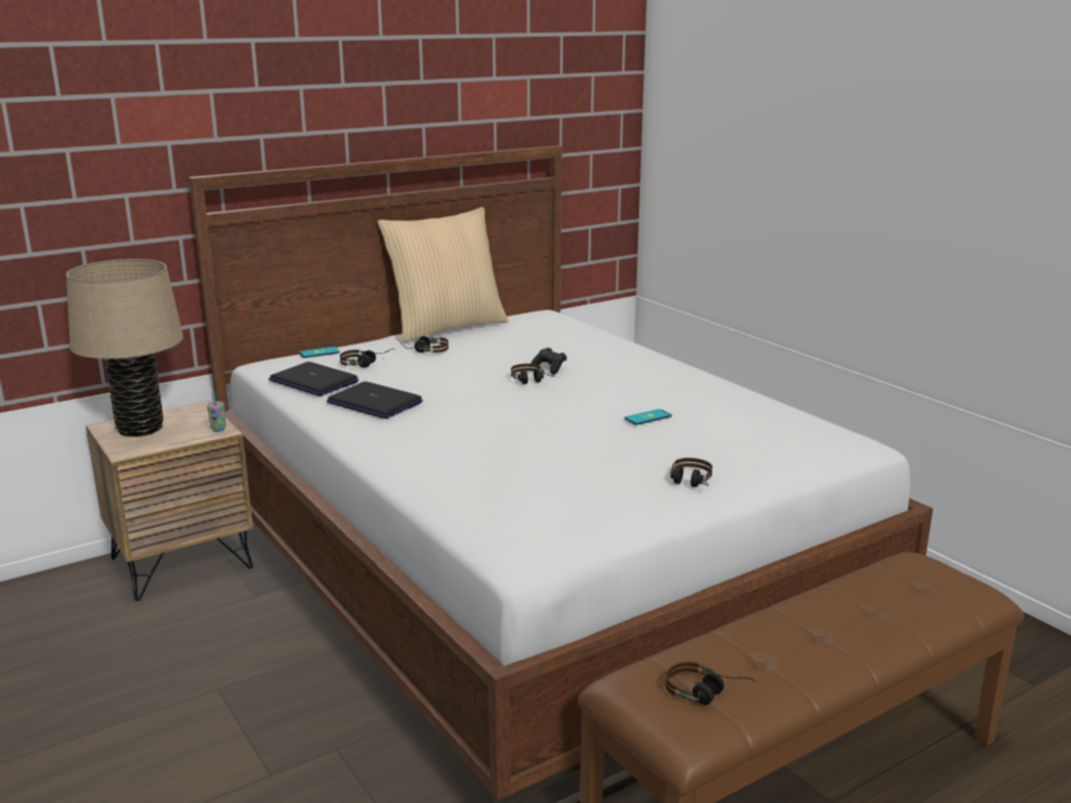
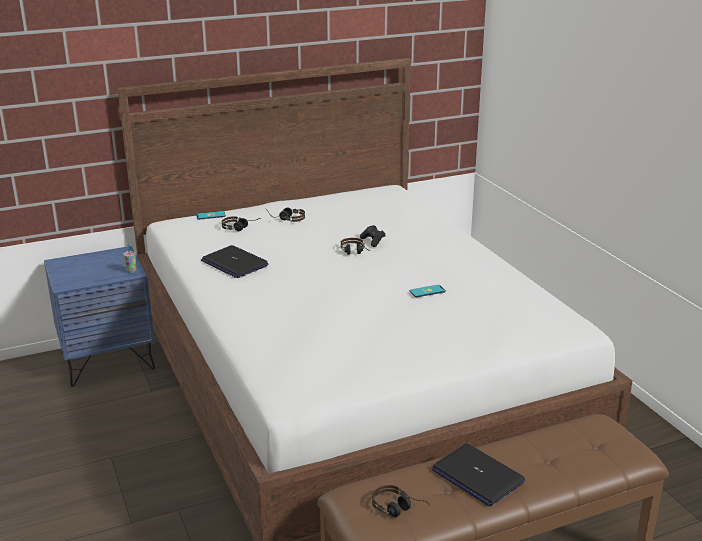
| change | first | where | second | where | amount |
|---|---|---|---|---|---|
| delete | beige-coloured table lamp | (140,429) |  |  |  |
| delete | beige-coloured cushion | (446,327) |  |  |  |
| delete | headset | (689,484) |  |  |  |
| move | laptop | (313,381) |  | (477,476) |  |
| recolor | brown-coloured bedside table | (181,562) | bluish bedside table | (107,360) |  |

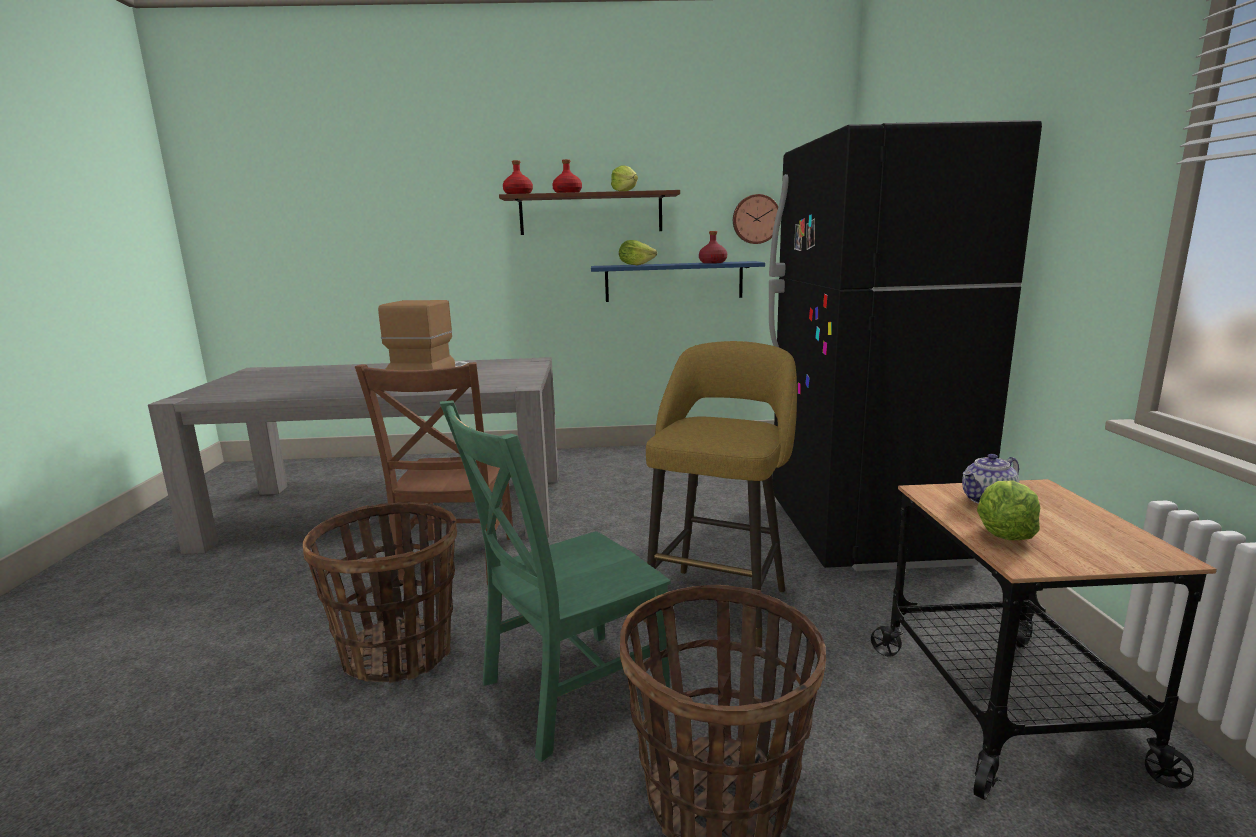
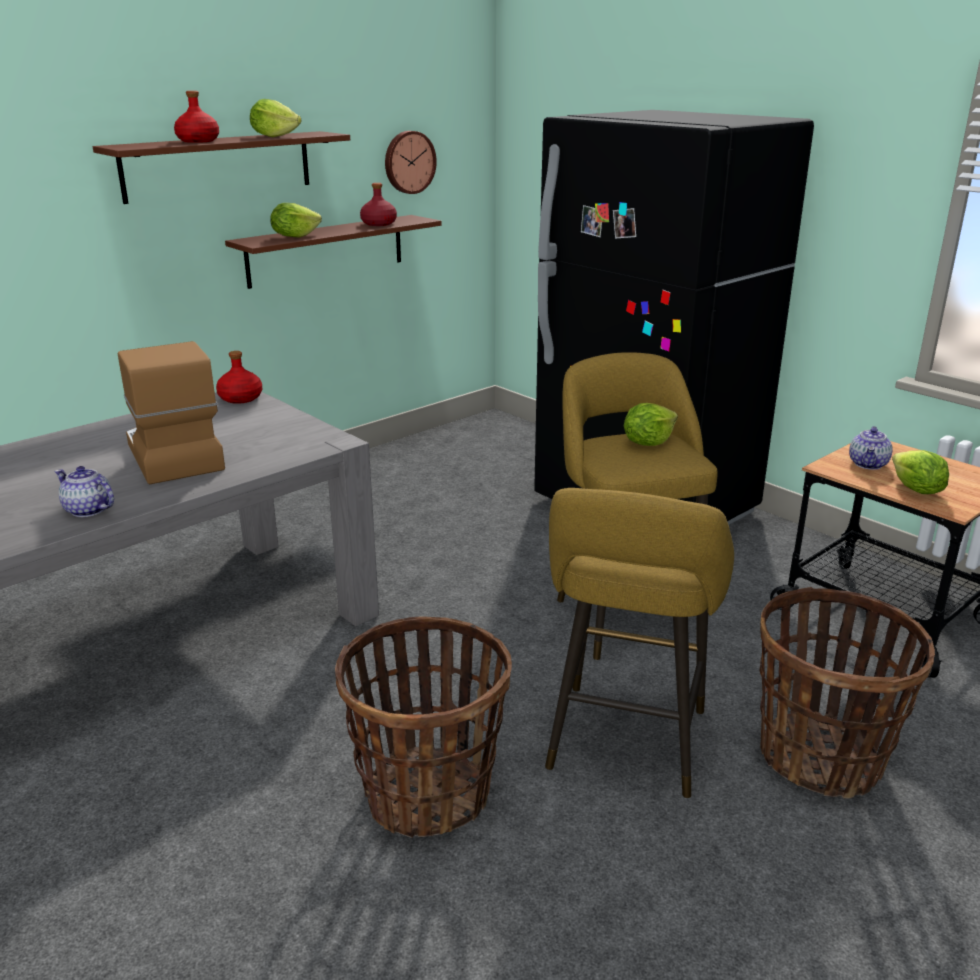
| change | first | where | second | where | amount |
|---|---|---|---|---|---|
| delete | brown-coloured plain chair | (456,562) |  |  |  |
| insert |  |  | tea pot | (87,510) |  |
| insert |  |  | head of lettuce | (648,442) |  |
| move | reddish beverage bottle | (518,194) |  | (240,398) |  |
| replace | greenish plain chair | (566,692) | yellowish stool seat | (625,745) |  |
| recolor | bluish bracket shelf | (674,281) | brown-coloured bracket shelf | (326,250) |  |

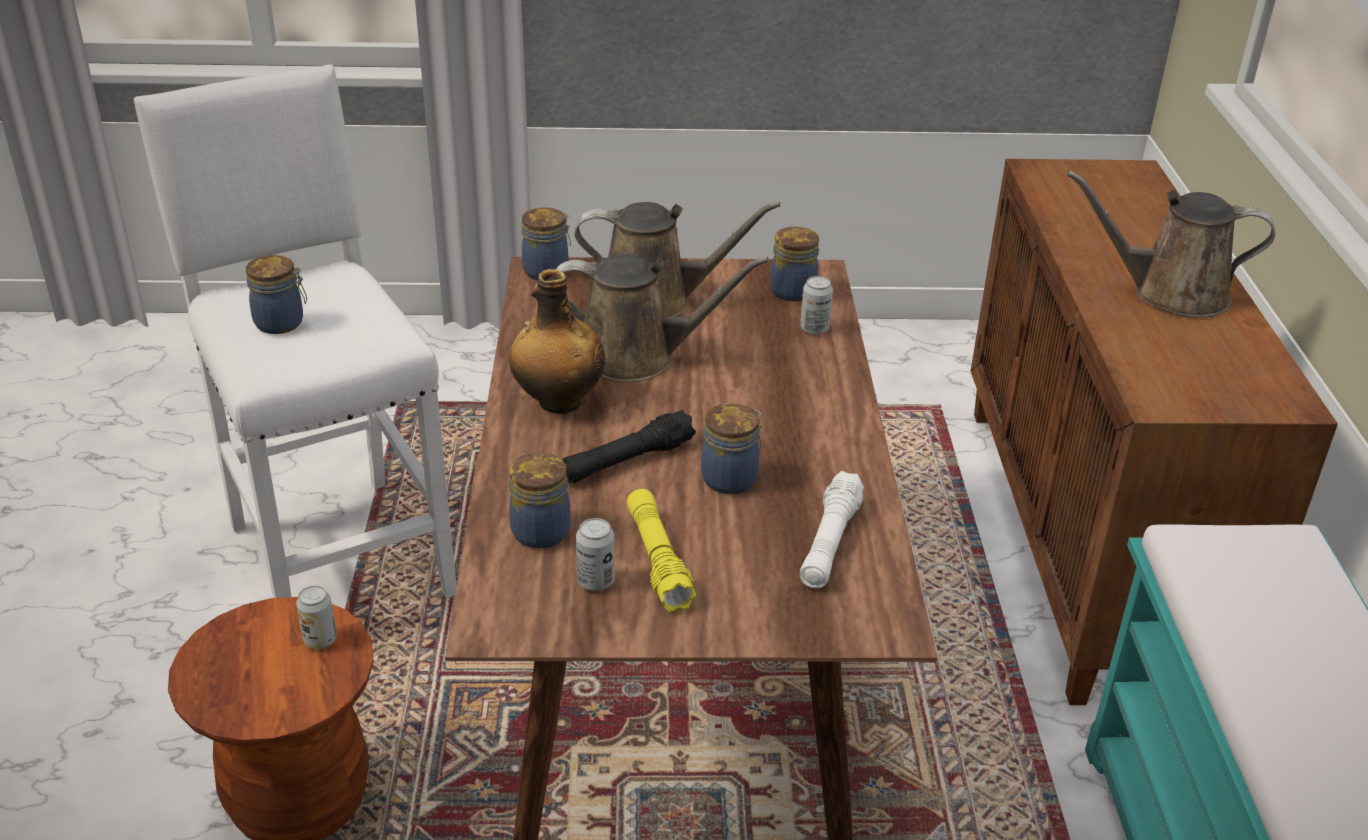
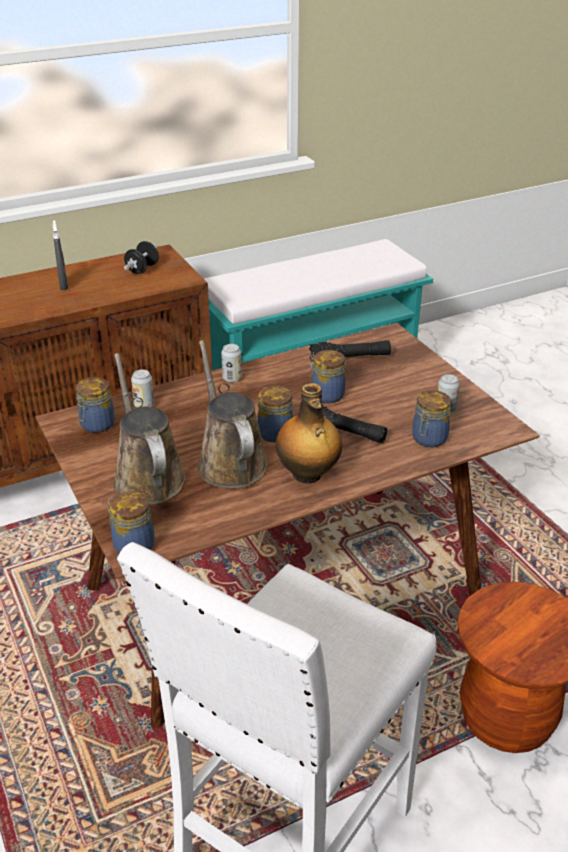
| change | first | where | second | where | amount |
|---|---|---|---|---|---|
| delete | yellowish torch | (658,560) |  |  |  |
| insert |  |  | black-coloured dumbbell | (142,269) |  |
| move | jar | (281,323) |  | (274,433) |  |
| move | can | (320,640) |  | (232,378) |  |
| replace | brown-coloured sprinkling can | (1169,294) | greyish spray bottle | (63,285) |  |
| recolor | whitish torch | (829,543) | black-coloured torch | (350,358) |  |

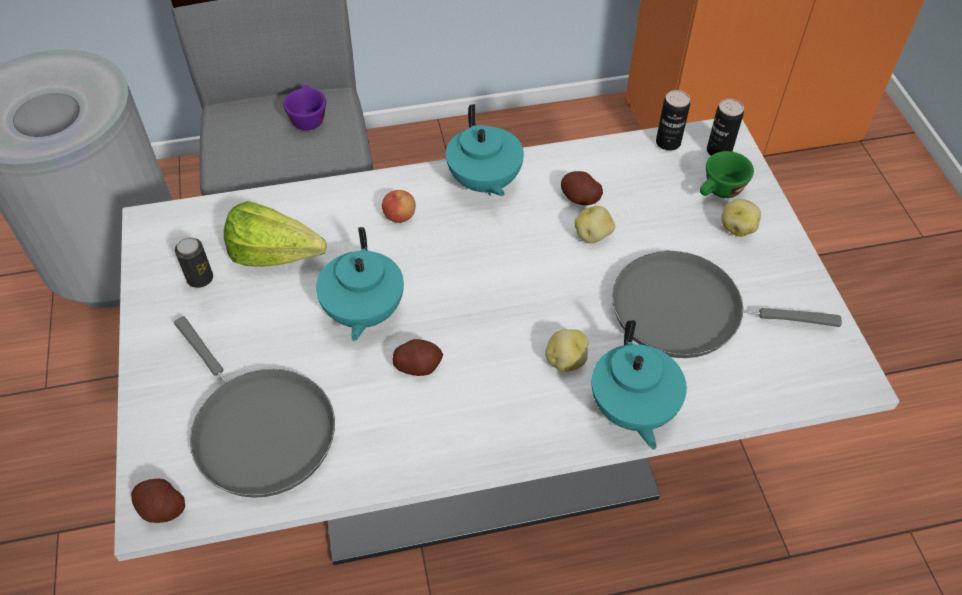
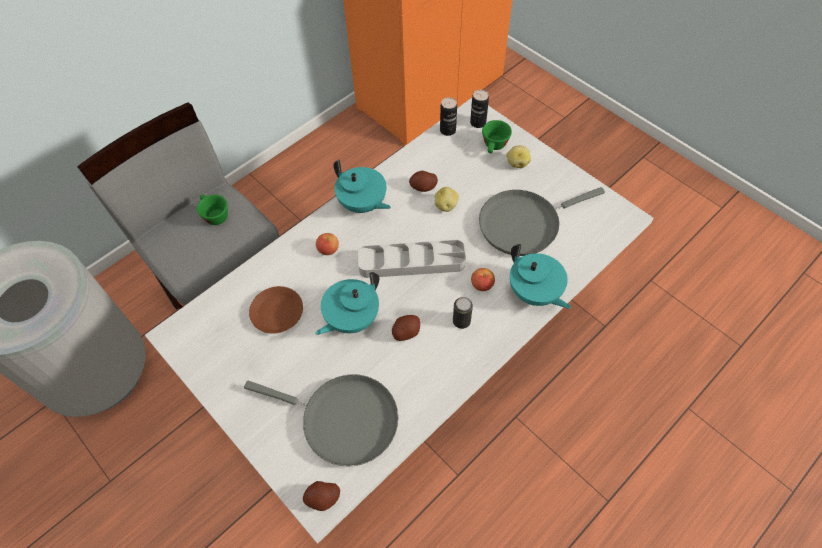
| change | first | where | second | where | amount |
|---|---|---|---|---|---|
| insert |  |  | greyish tray | (411,262) |  |
| move | can | (200,278) |  | (461,321) |  |
| replace | head of lettuce | (282,259) | brown-coloured flat dish | (277,312) |  |
| replace | whole potato | (565,360) | apple fruit | (482,285) |  |
| recolor | purplish drinking cup | (307,117) | greenish drinking cup | (214,215) |  |
| rotate | turquoise-coloured tea pot | (363,312) |  | (351,318) | 75 degrees clockwise |

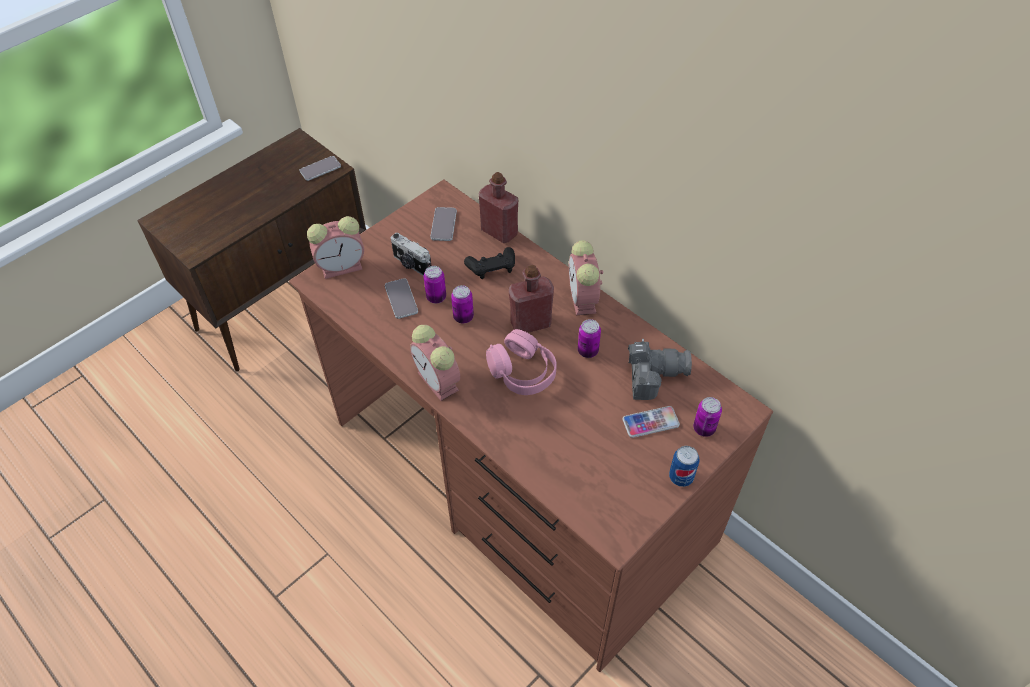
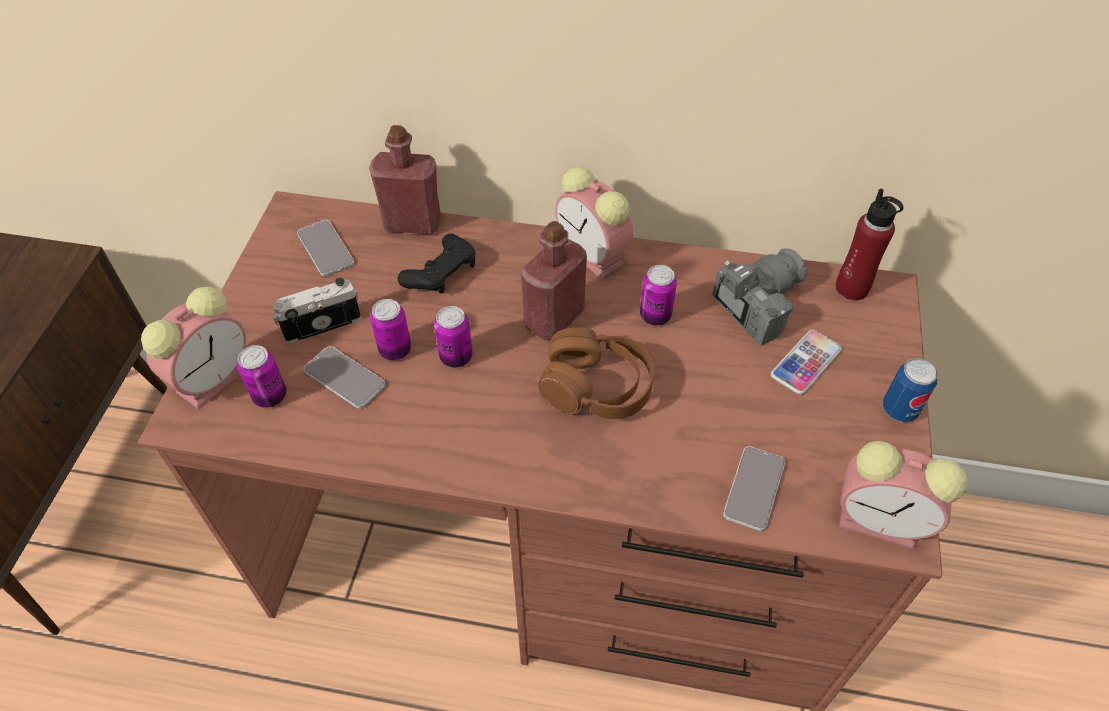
| change | first | where | second | where | amount |
|---|---|---|---|---|---|
| insert |  |  | reddish beverage bottle | (852,288) |  |
| move | handset | (320,169) |  | (754,488) |  |
| move | bedside clock | (439,382) |  | (882,521) |  |
| move | can | (704,428) |  | (270,396) |  |
| recolor | pinkish headset | (522,371) | brown-coloured headset | (597,387) |  |
| rotate | photo camera | (411,265) |  | (321,323) | 150 degrees clockwise |

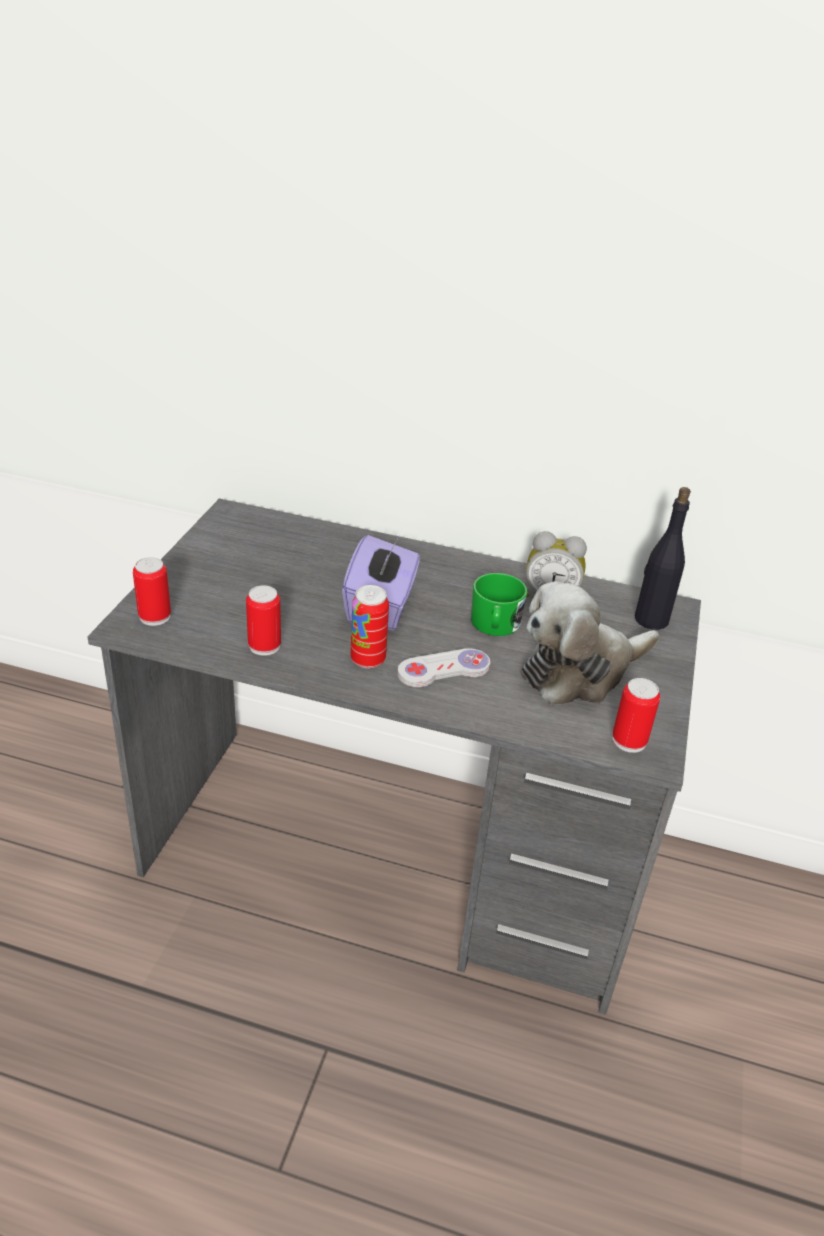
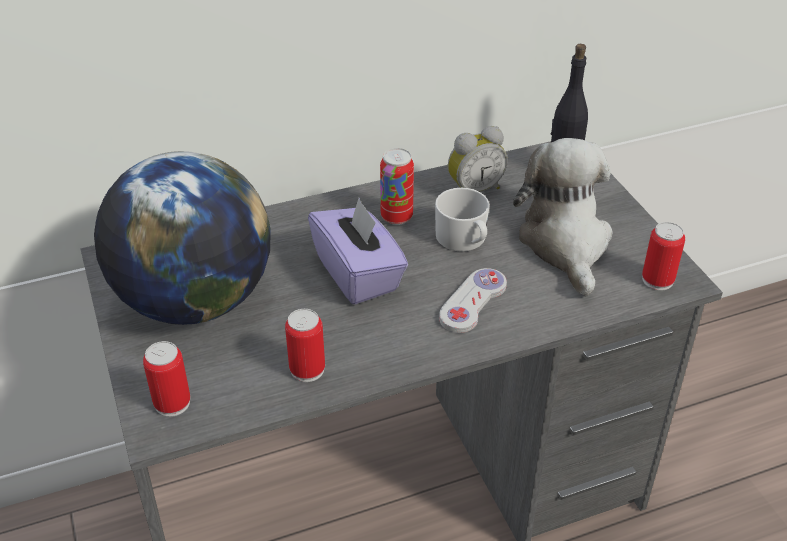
| change | first | where | second | where | amount |
|---|---|---|---|---|---|
| insert |  |  | world globe | (194,301) |  |
| move | can | (368,660) |  | (396,217) |  |
| recolor | greenish mug | (495,625) | whitish mug | (464,240) |  |
| rotate | soft toy | (579,671) |  | (565,243) | 150 degrees clockwise |

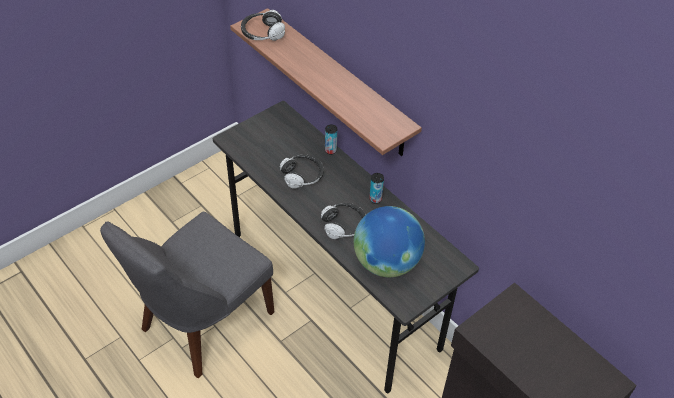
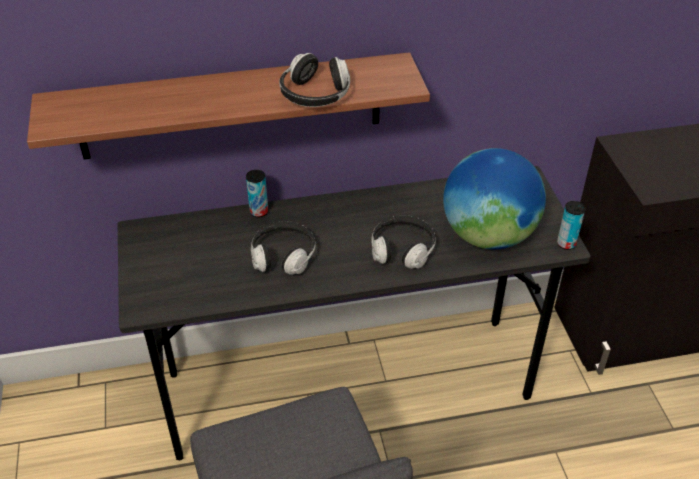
| change | first | where | second | where | amount |
|---|---|---|---|---|---|
| move | headset | (262,33) |  | (315,95) |  |
| move | can | (375,199) |  | (566,244) |  |

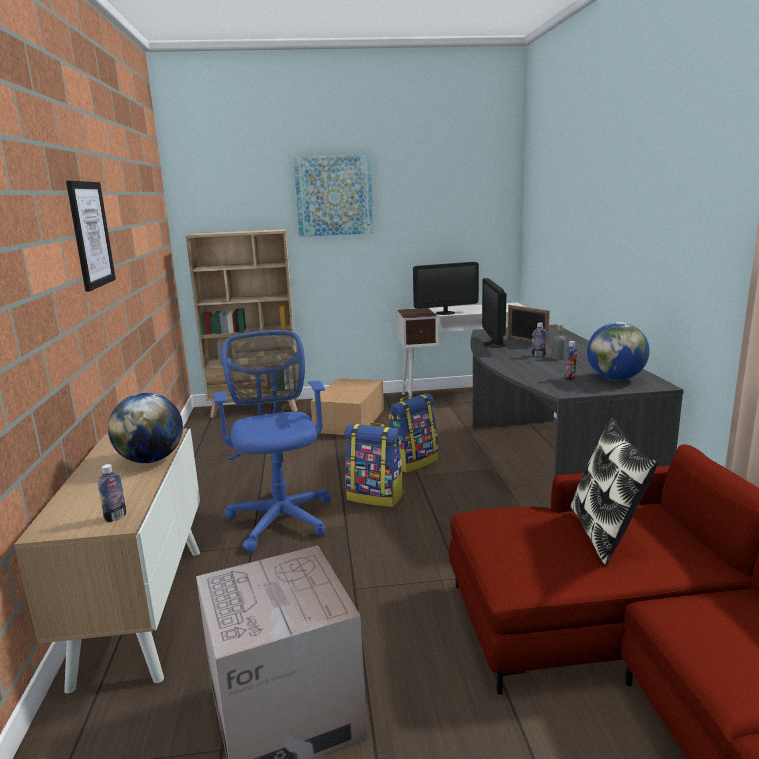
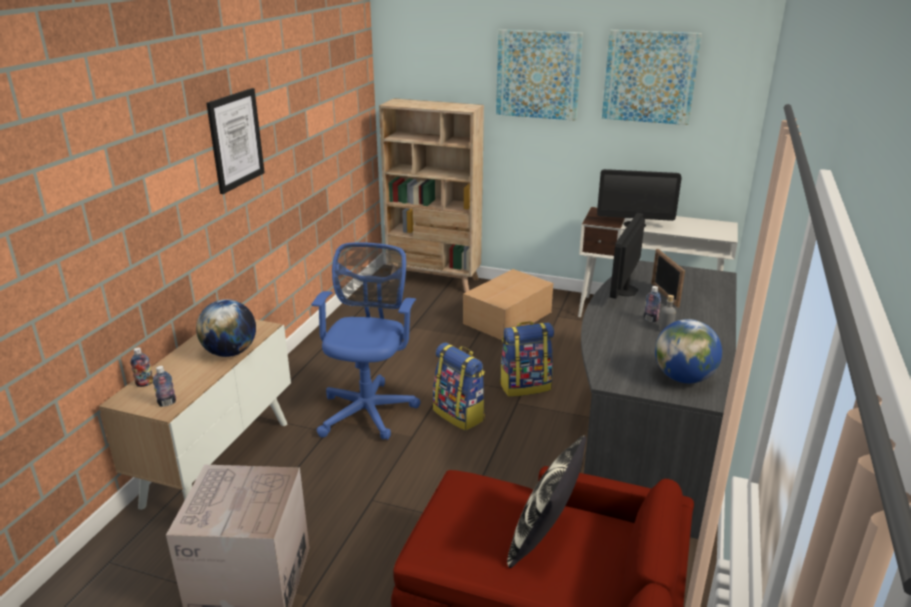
| change | first | where | second | where | amount |
|---|---|---|---|---|---|
| insert |  |  | picture | (650,77) |  |
| move | beverage bottle | (570,378) |  | (145,384) |  |

